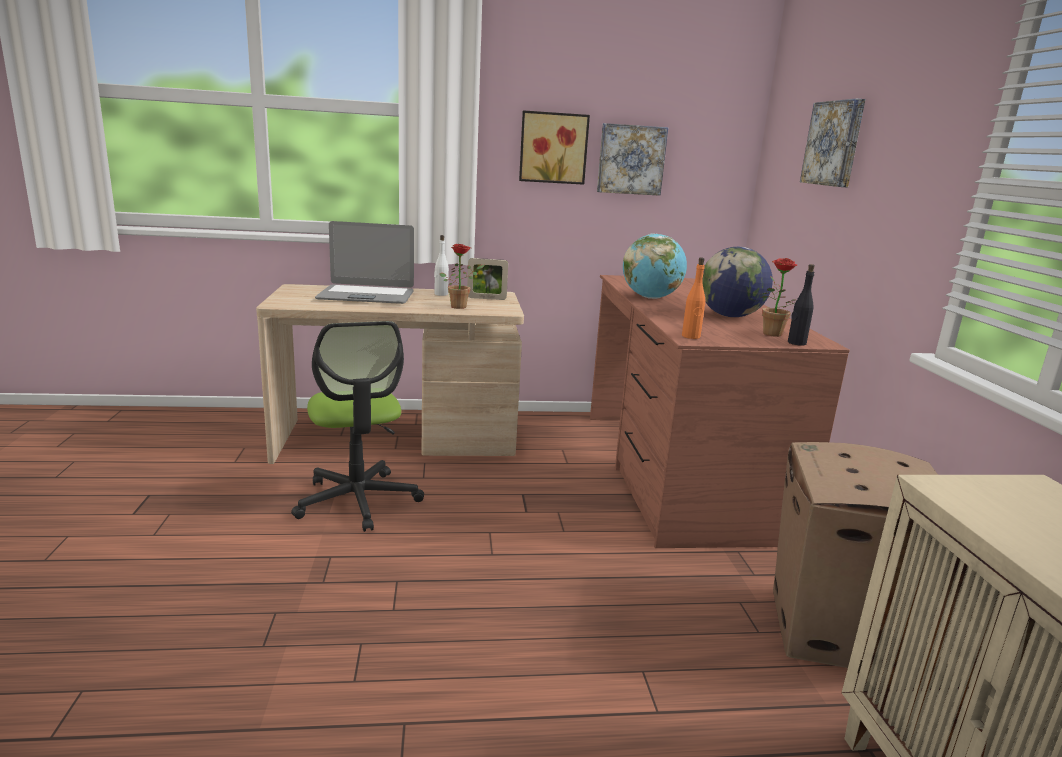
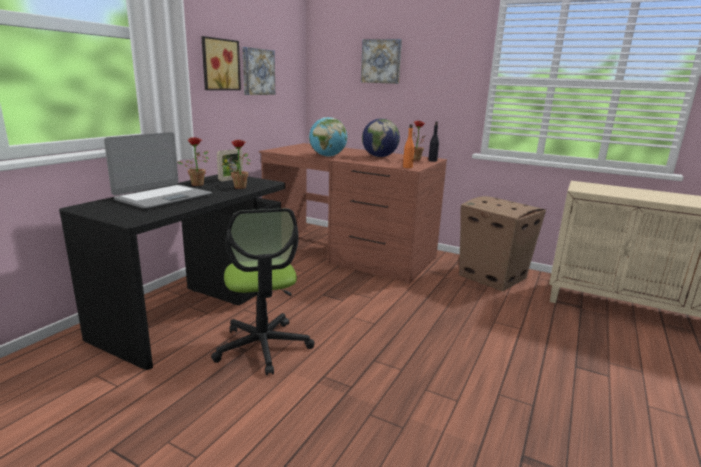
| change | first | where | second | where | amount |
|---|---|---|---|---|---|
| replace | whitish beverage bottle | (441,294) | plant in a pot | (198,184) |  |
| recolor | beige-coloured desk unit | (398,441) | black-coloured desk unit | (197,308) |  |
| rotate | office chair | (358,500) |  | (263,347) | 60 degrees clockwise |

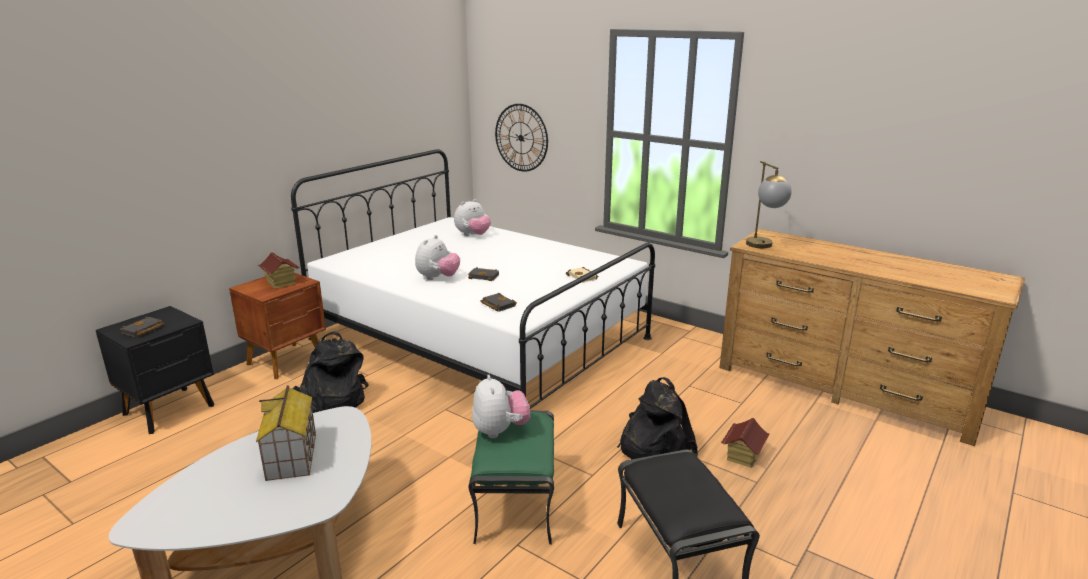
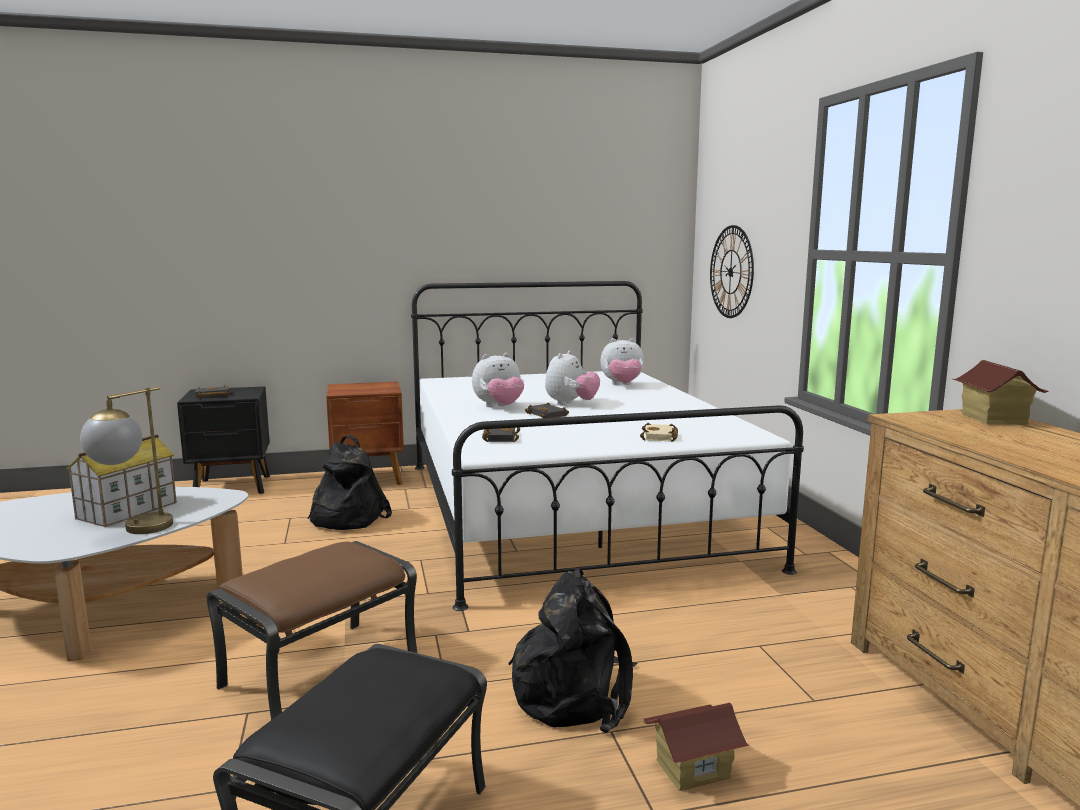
| change | first | where | second | where | amount |
|---|---|---|---|---|---|
| move | model house | (280,283) |  | (993,419) |  |
| move | soft toy | (500,431) |  | (571,404) |  |
| move | table lamp | (763,247) |  | (135,531) |  |
| recolor | greenish ottoman | (514,502) | brown-coloured ottoman | (321,671) |  |

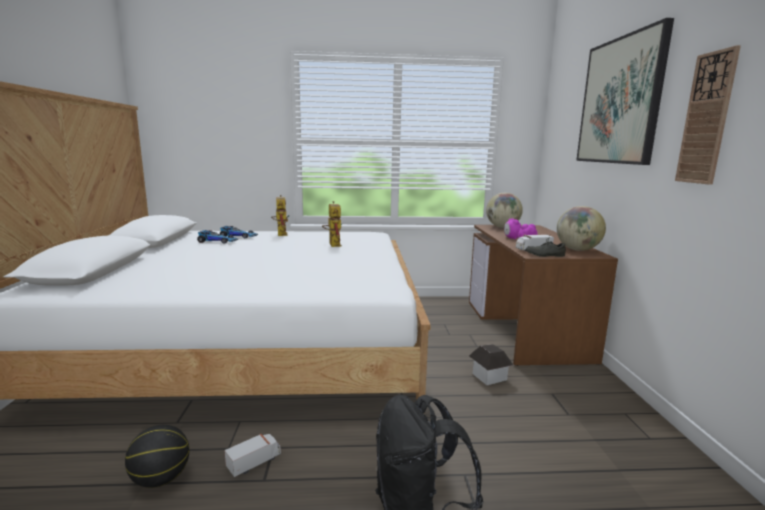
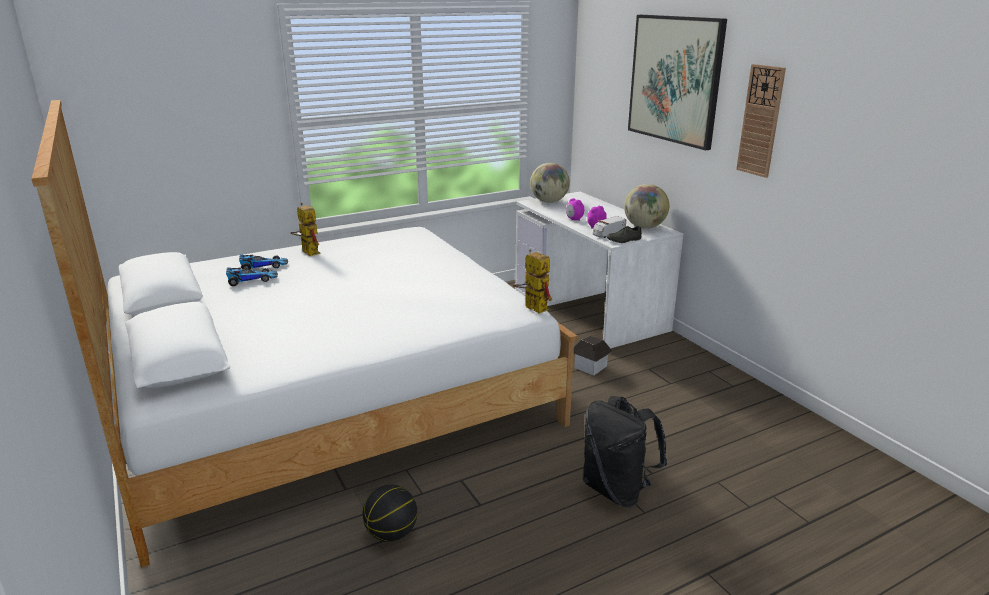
| change | first | where | second | where | amount |
|---|---|---|---|---|---|
| delete | model truck | (254,462) |  |  |  |
| move | model robot | (333,244) |  | (531,307) |  |
| recolor | brown-coloured desk unit | (525,329) | whitish desk unit | (590,309) |  |

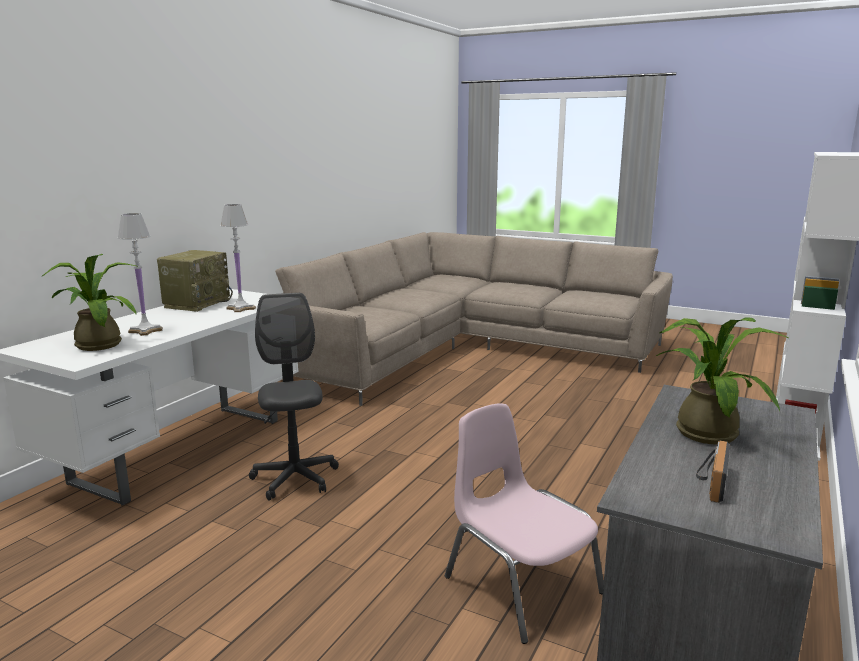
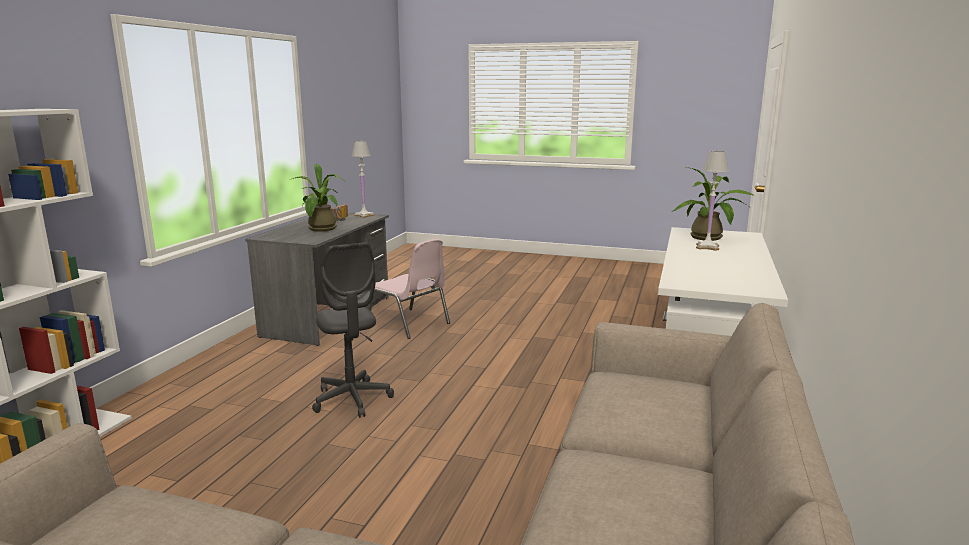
| change | first | where | second | where | amount |
|---|---|---|---|---|---|
| delete | radio | (197,303) |  |  |  |
| move | whitish table lamp | (240,308) |  | (364,215) |  |
| move | greyish office chair | (295,478) |  | (352,399) |  |

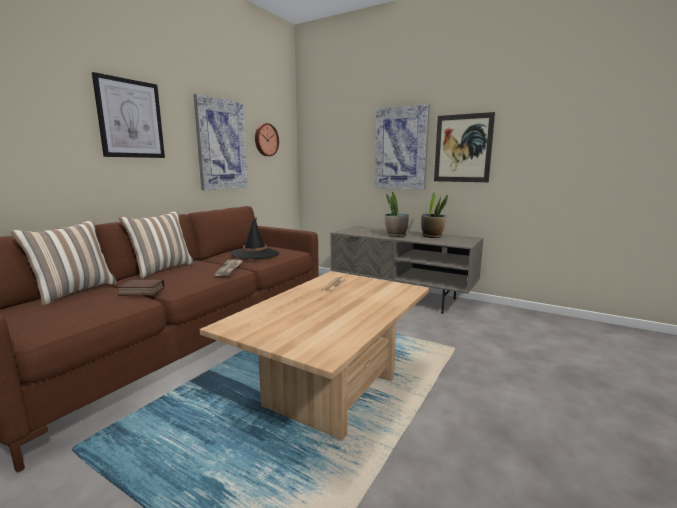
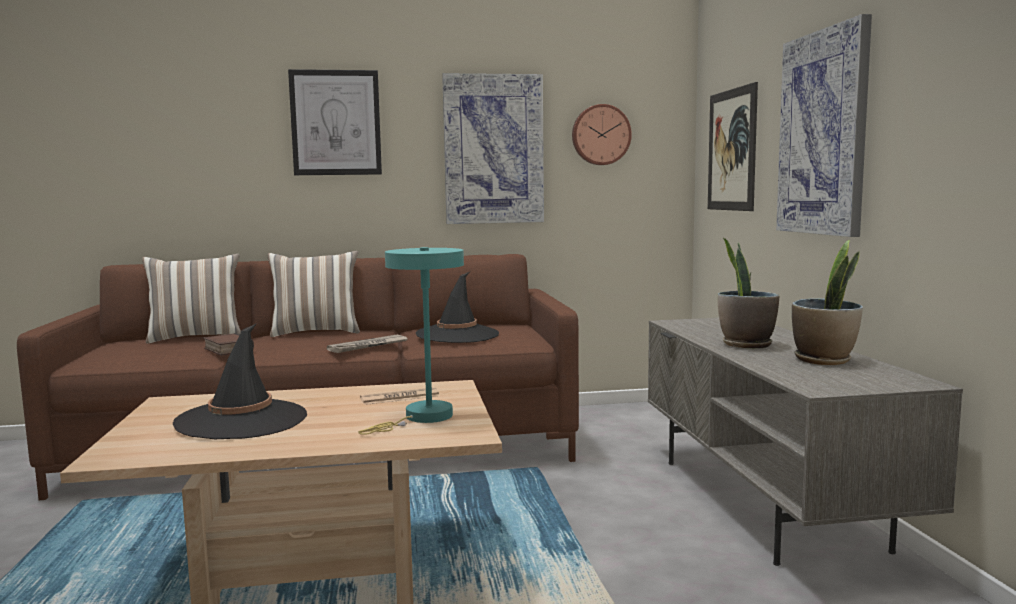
| change | first | where | second | where | amount |
|---|---|---|---|---|---|
| insert |  |  | black-coloured clothing hat | (242,420) |  |
| insert |  |  | turquoise-coloured table lamp | (422,418) |  |
| move | picture | (462,148) |  | (731,150) |  |

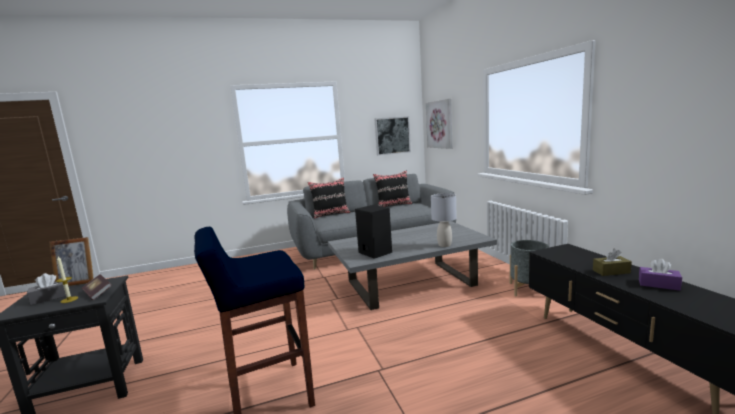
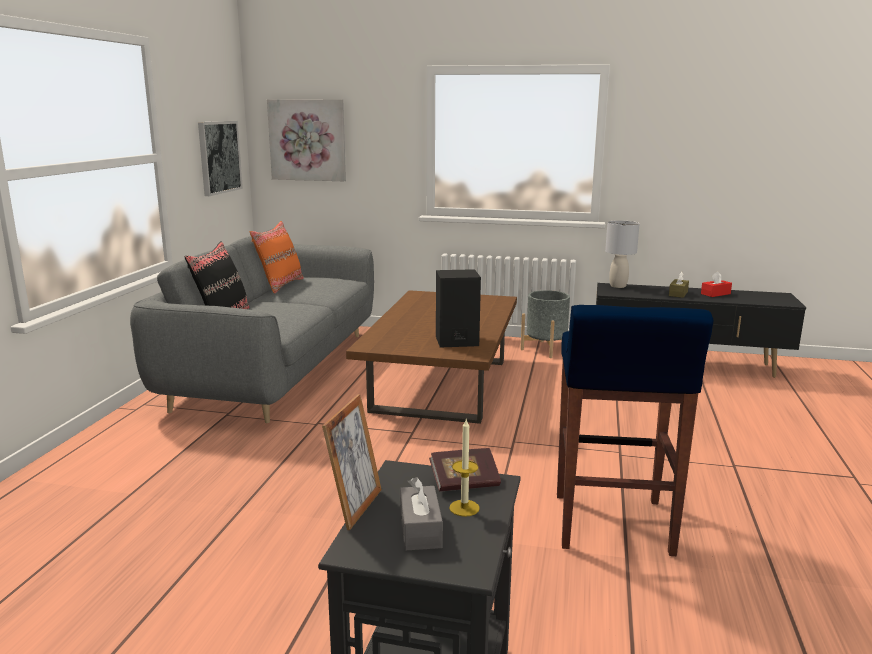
| change | first | where | second | where | amount |
|---|---|---|---|---|---|
| move | greyish table lamp | (445,245) |  | (618,286) |  |
| recolor | greyish lounge table | (411,282) | brown-coloured lounge table | (440,384) |  |
| recolor | black-coloured cushion | (393,205) | orange cushion | (280,285) |  |
| recolor | purplish tissue box | (658,284) | reddish tissue box | (715,294) |  |

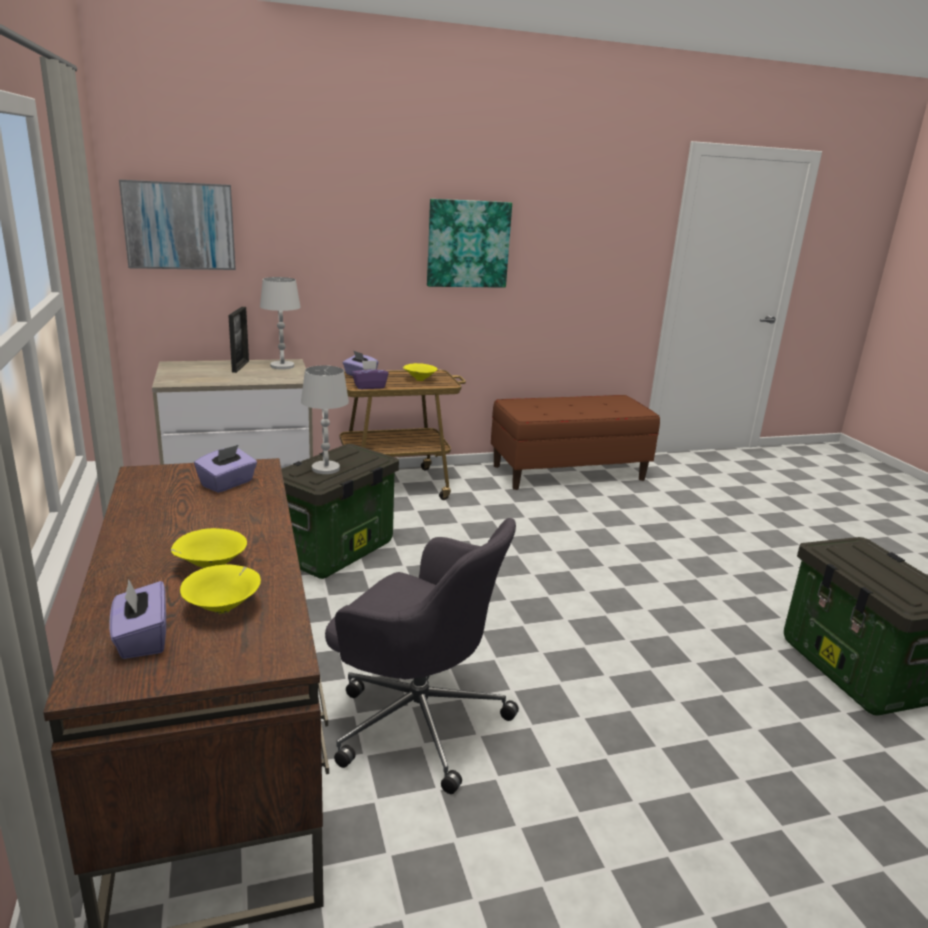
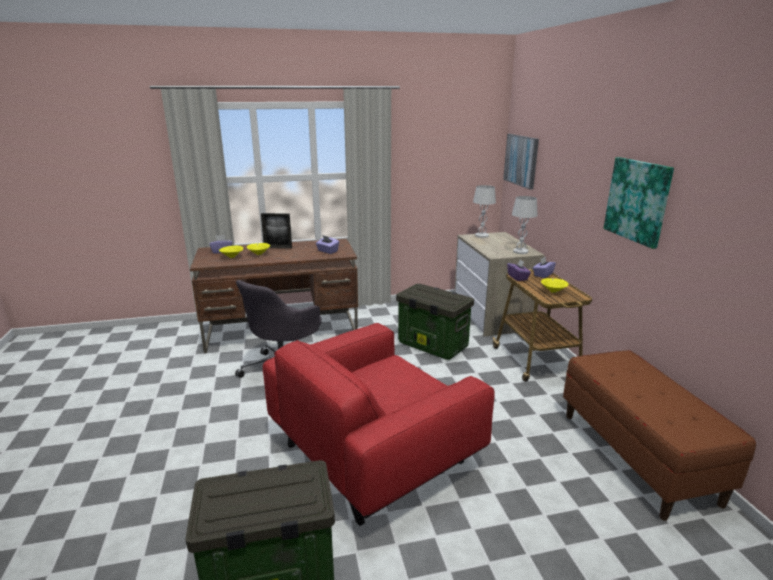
| change | first | where | second | where | amount |
|---|---|---|---|---|---|
| insert |  |  | reddish lounge chair | (374,453) |  |
| move | photo frame | (240,366) |  | (278,247) |  |
| move | whitish table lamp | (325,468) |  | (481,235) |  |

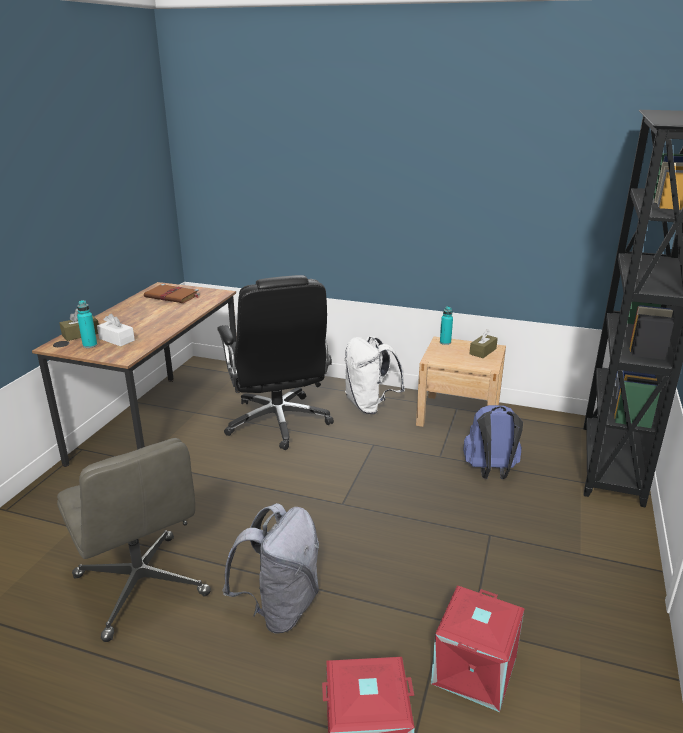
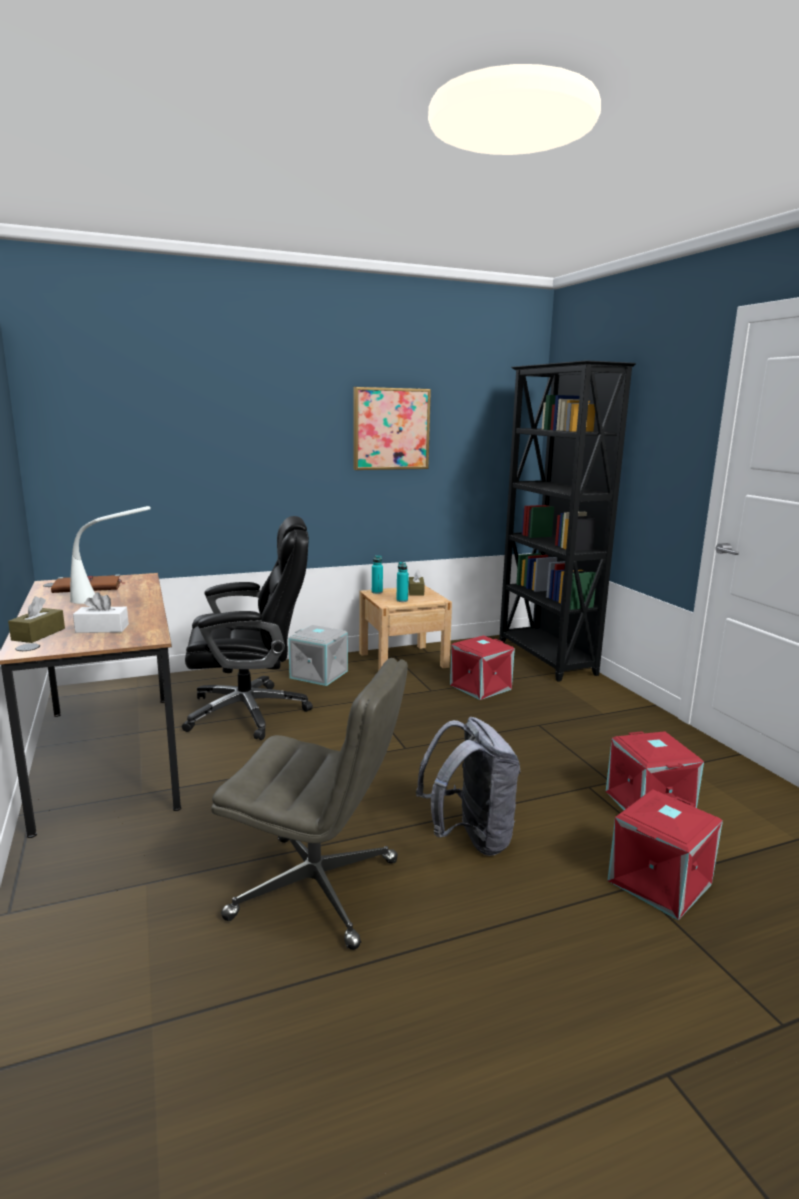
| change | first | where | second | where | amount |
|---|---|---|---|---|---|
| insert |  |  | whitish table lamp | (114,602) |  |
| insert |  |  | picture | (391,429) |  |
| move | turquoise-coloured beverage bottle | (90,345) |  | (402,600) |  |
| replace | whitish knapsack | (370,405) | greyish storage container | (319,674) |  |
| replace | bluish knapsack | (491,471) | reddish storage container | (481,687) |  |
| rotate | black-coloured office chair | (278,422) |  | (250,712) | 45 degrees counterclockwise |

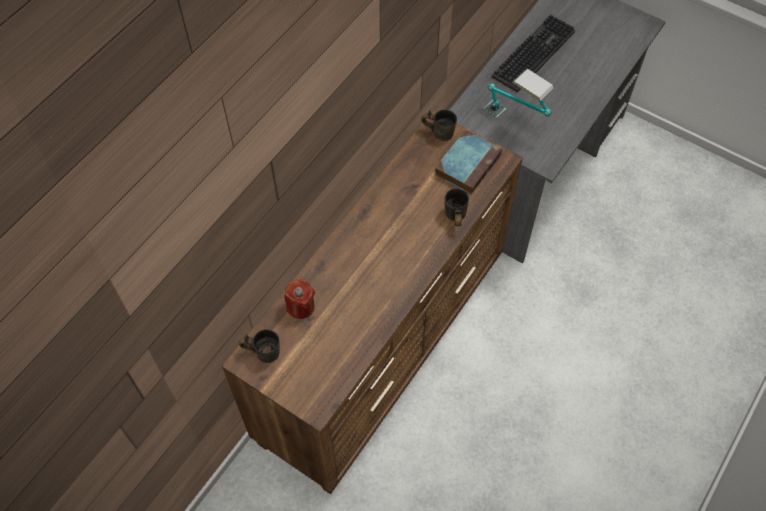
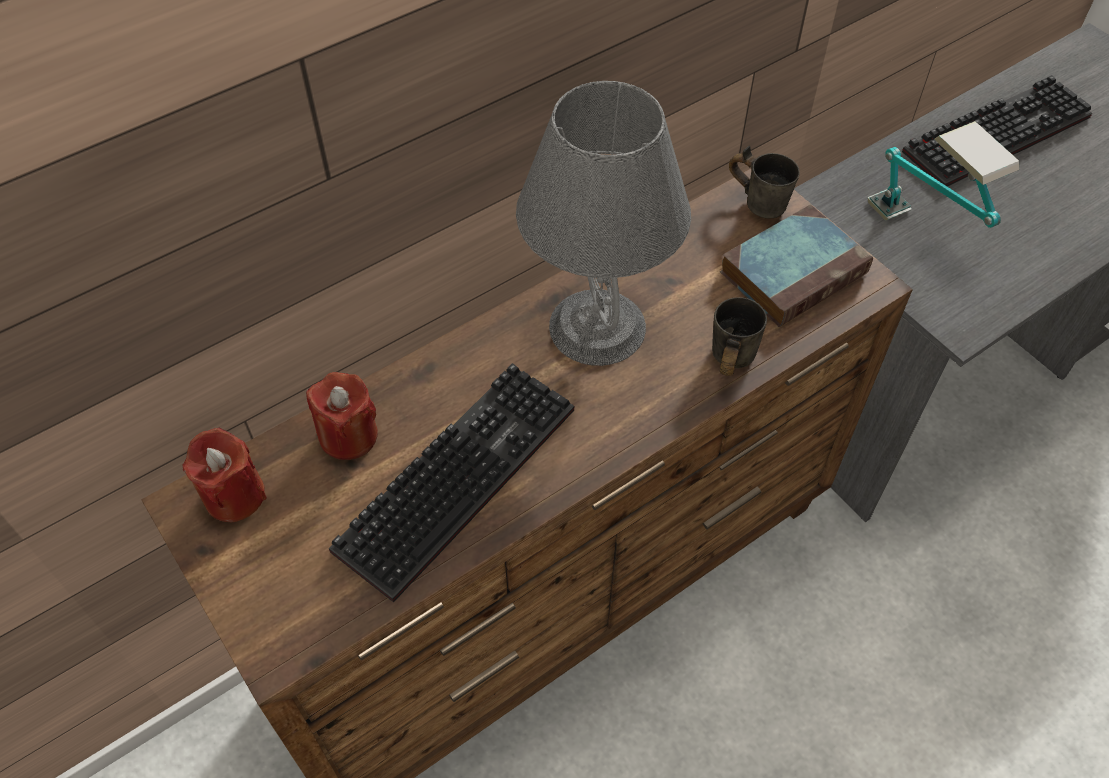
| change | first | where | second | where | amount |
|---|---|---|---|---|---|
| insert |  |  | PC keyboard | (456,472) |  |
| insert |  |  | greyish table lamp | (596,326) |  |
| replace | greyish mug | (263,350) | reddish candle | (234,496) |  |

